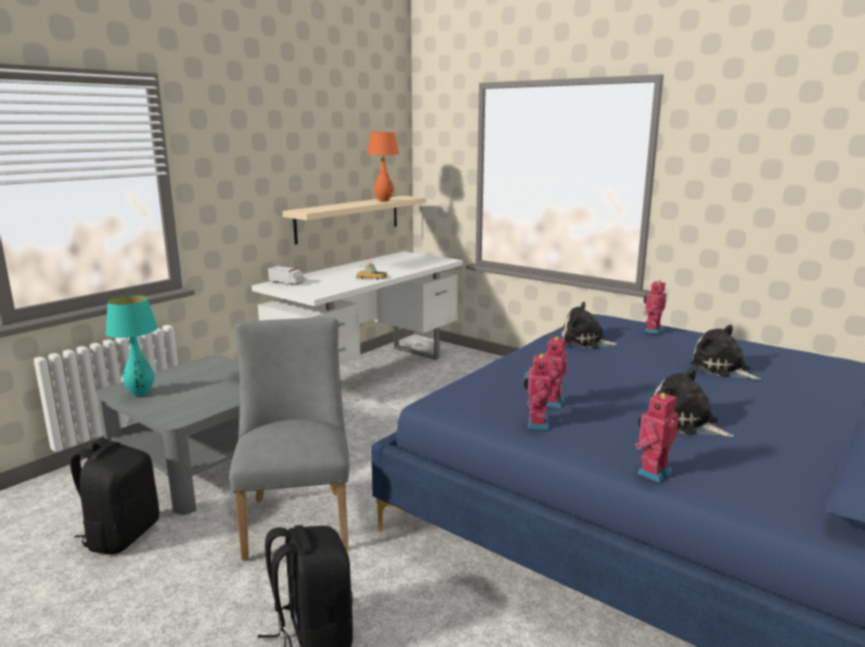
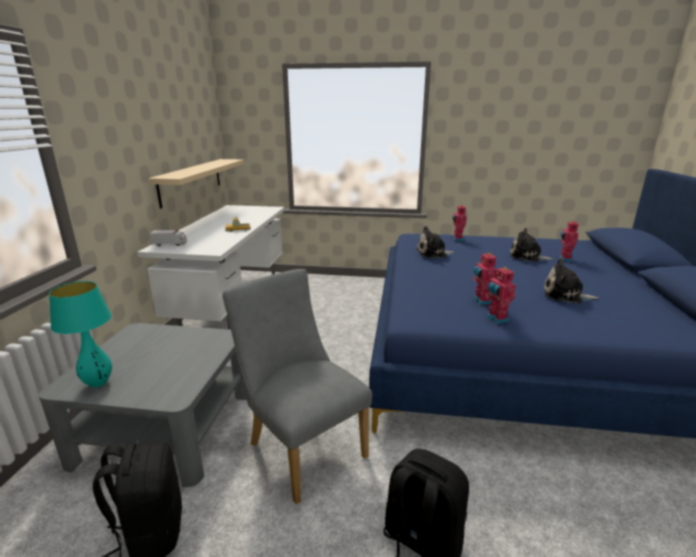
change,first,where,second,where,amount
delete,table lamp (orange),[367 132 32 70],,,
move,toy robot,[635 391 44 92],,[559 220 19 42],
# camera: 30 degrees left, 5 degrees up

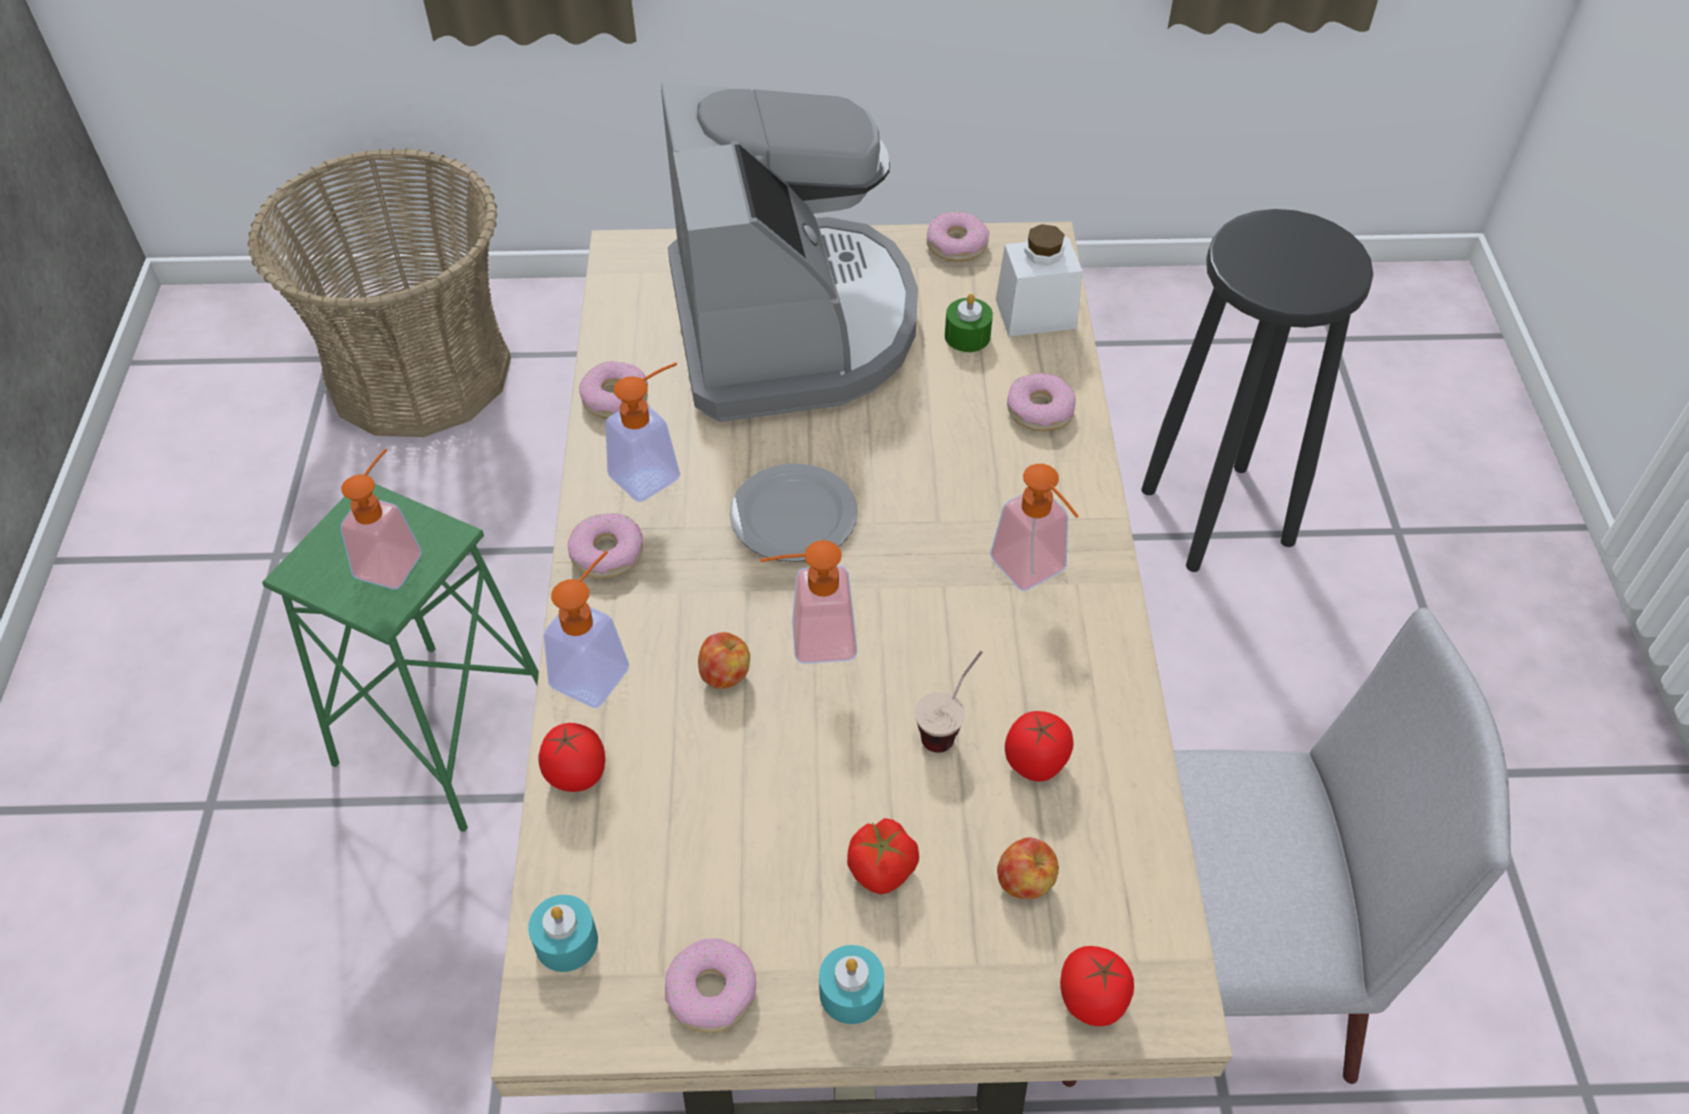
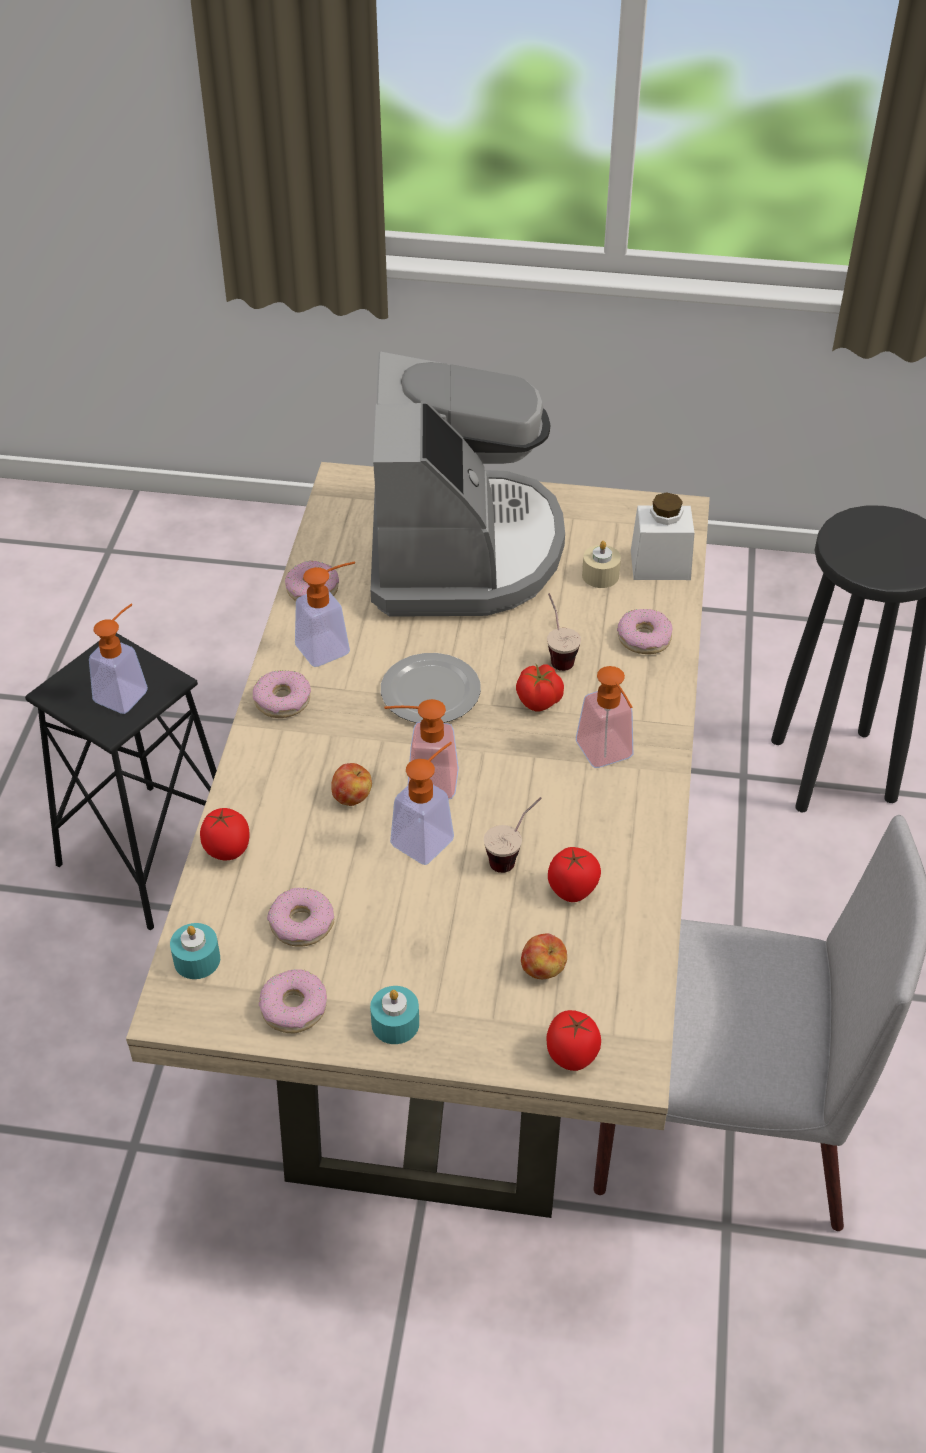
change,first,where,second,where,amount
delete,basket,[248 147 263 290],,,
move,donut,[926 212 64 50],,[267 888 67 59],
recolor,candle (green),[945 294 48 58],candle (beige),[582 541 39 47],
recolor,stool (green),[262 484 277 348],stool (black),[25 633 192 297],
move,soap dispenser,[544 551 85 157],,[390 742 64 123],
move,tomato,[847 818 72 76],,[516 664 48 47],
insert,,,cup,[547 593 34 78],
# camera: 10 degrees right, 5 degrees down

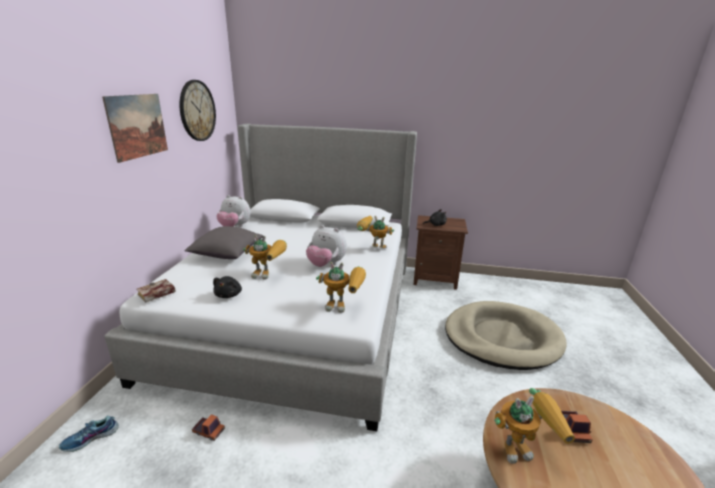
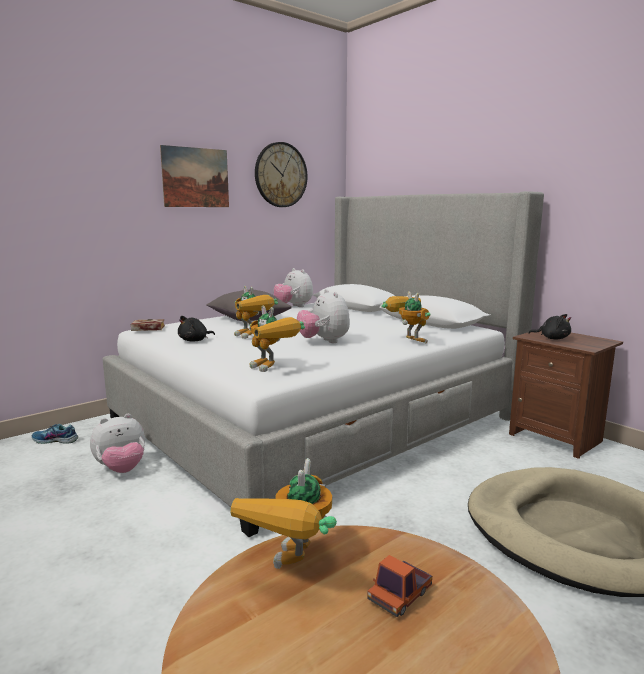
change,first,where,second,where,amount
rotate,toy robot,[494 388 81 76],,[230 458 107 111],75 degrees clockwise
replace,toy truck,[192 414 33 27],plush toy,[90 414 55 59],
# camera: 40 degrees right, 10 degrees down

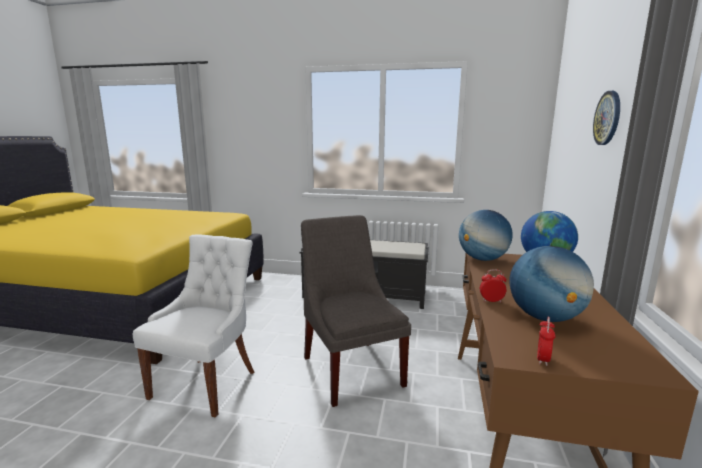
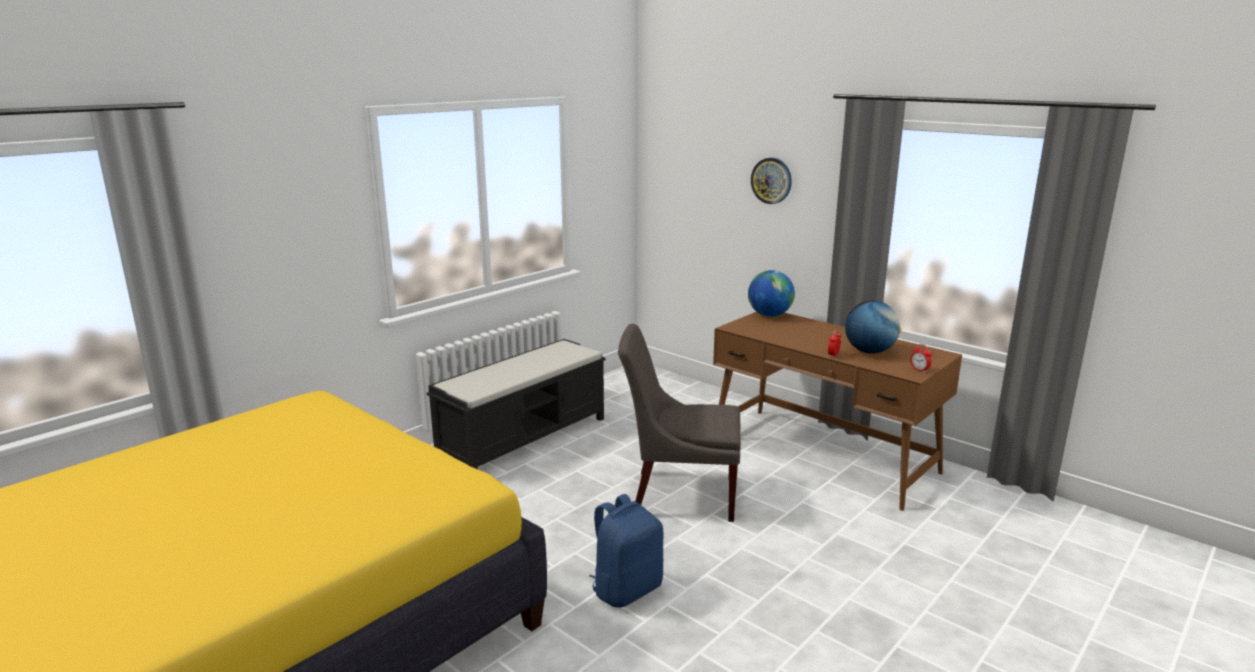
change,first,where,second,where,amount
delete,globe,[459 210 54 51],,,
replace,chair (white),[133 234 122 183],backpack (blue),[589 494 74 114],
# camera: 60 degrees left, 5 degrees up

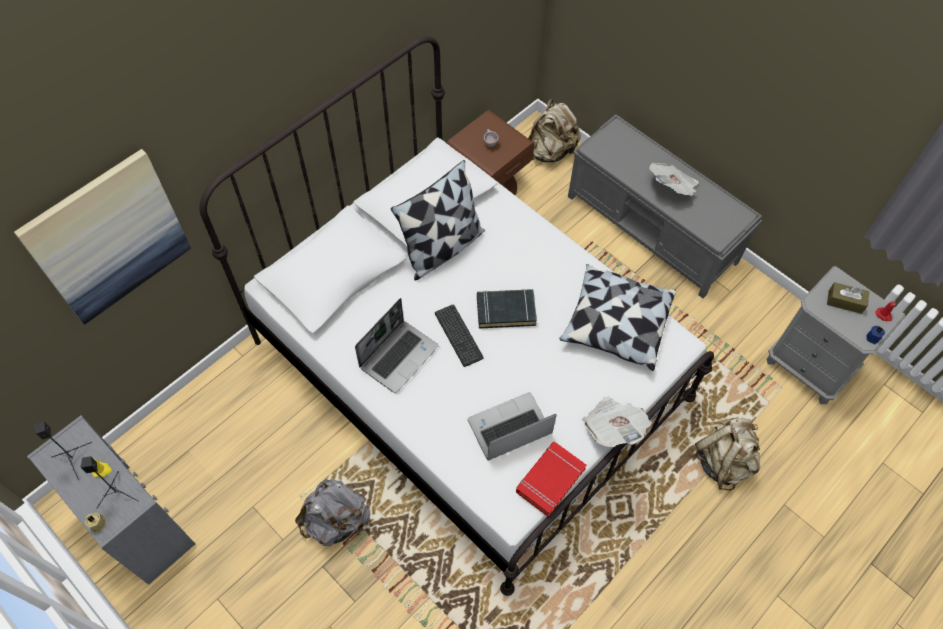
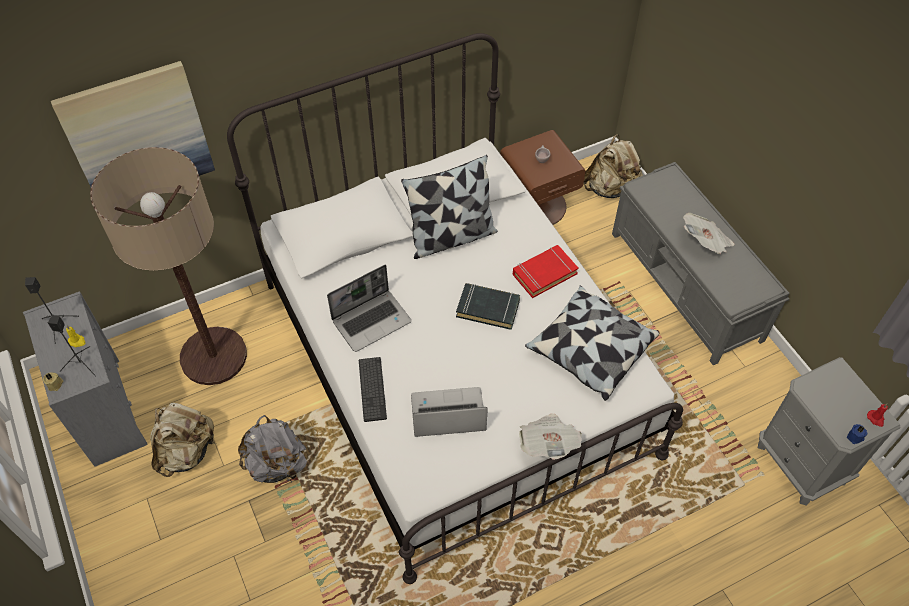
change,first,where,second,where,amount
delete,tissue box (brown),[827 282 42 32],,,
move,keyboard,[435 304 48 63],,[359 357 28 65],
move,backpack (beige),[695 418 65 73],,[150 403 66 74],
move,book (red),[516 442 71 75],,[513 245 66 53],
insert,,,floor lamp,[90 147 157 238],
# camera: 20 degrees right, 5 degrees down

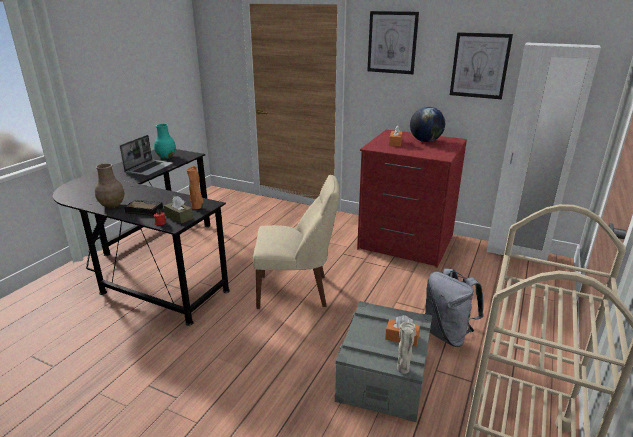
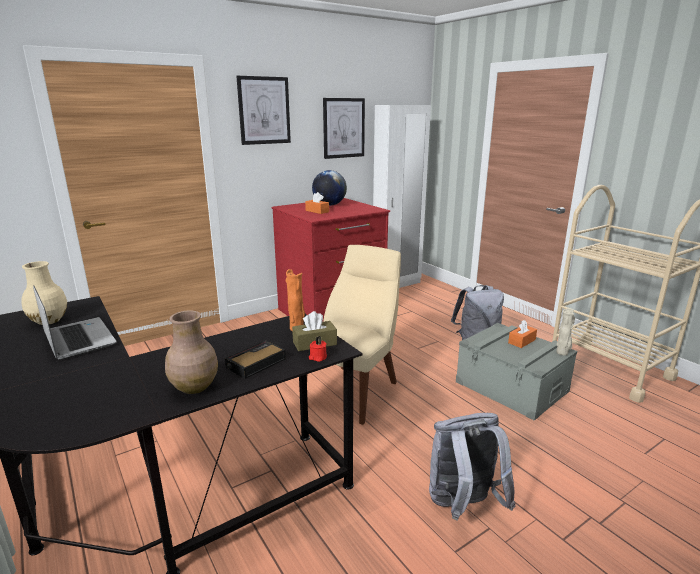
change,first,where,second,where,amount
recolor,vase (turquoise),[154 124 22 35],vase (beige),[21 261 46 64],
insert,,,backpack (grey),[429 413 87 108],
# camera: 60 degrees left, 5 degrees down

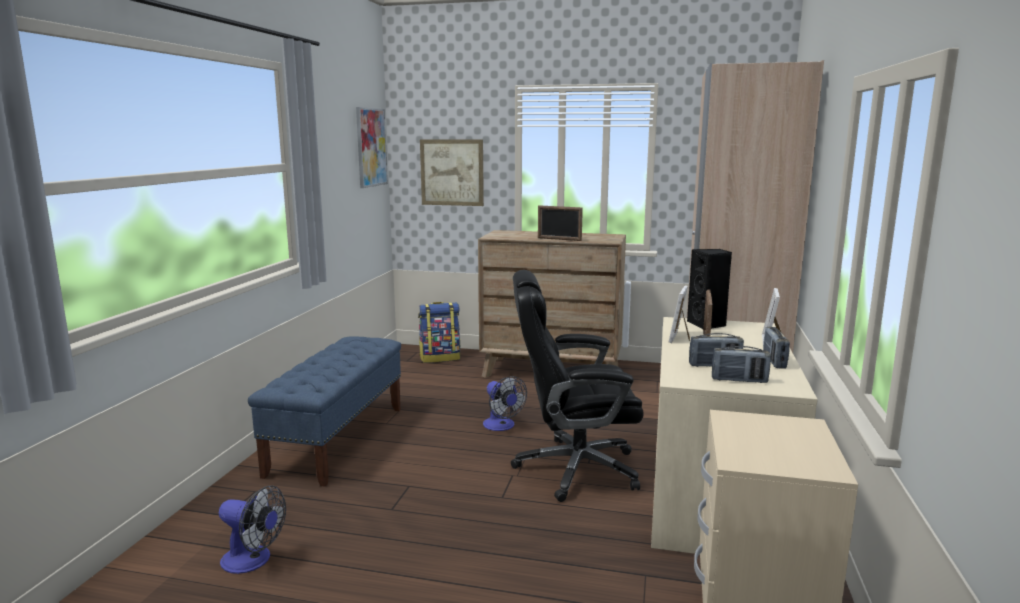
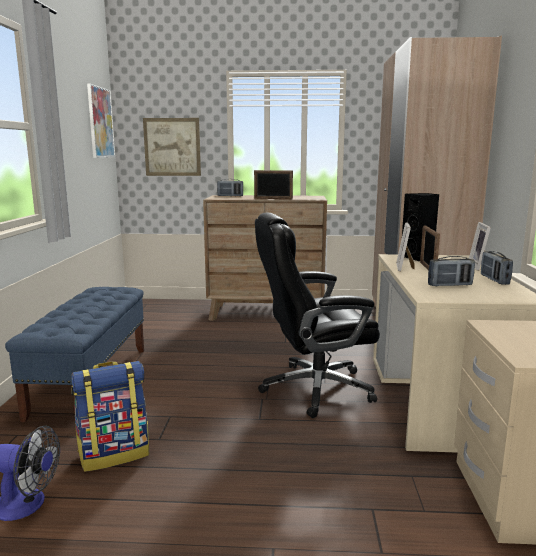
change,first,where,second,where,amount
move,backpack,[418 302 42 61],,[71 361 78 111],
move,radio,[712 346 59 37],,[217 179 26 17],
delete,fan,[483 376 44 55],,,
# camera: 10 degrees left, 0 degrees up

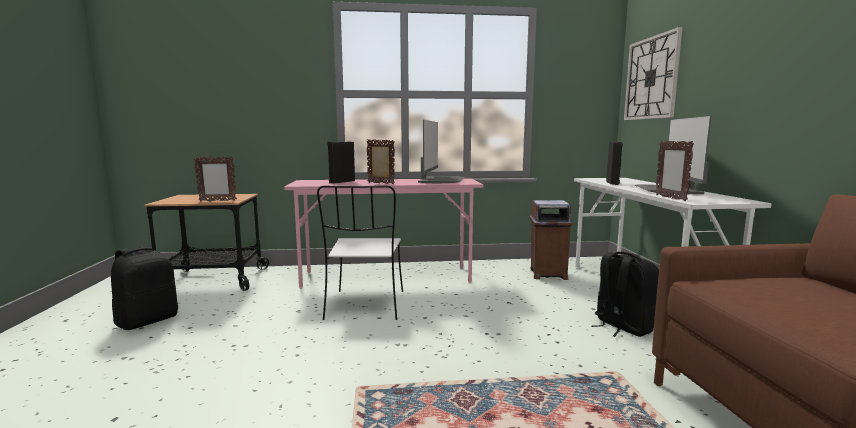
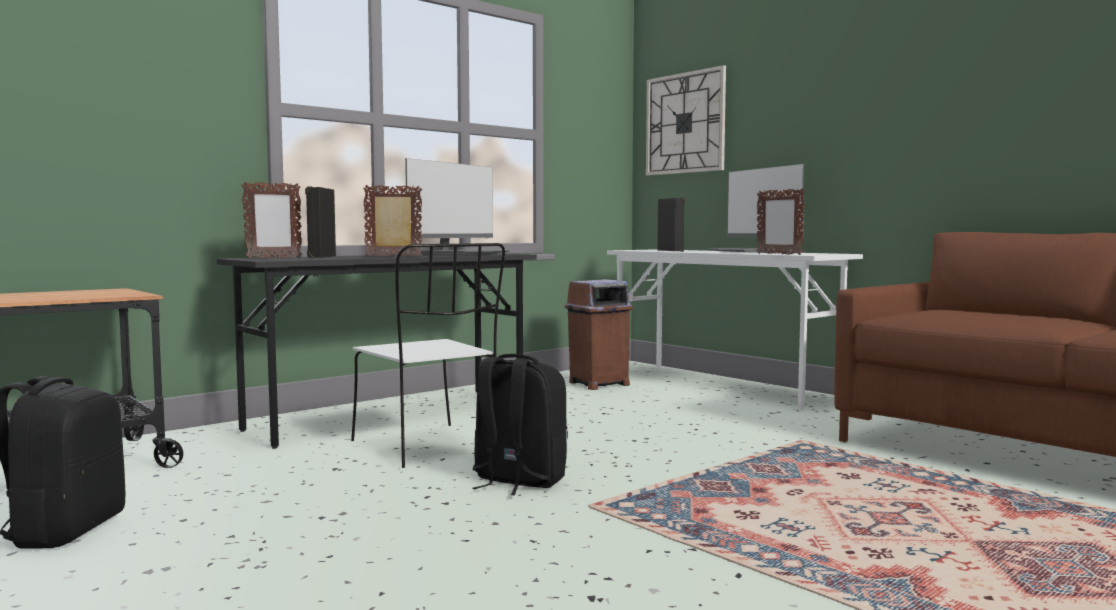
change,first,where,second,where,amount
rotate,monitor,[418 120 47 63],,[405 158 105 97],60 degrees clockwise
move,picture frame,[194 156 43 46],,[241 182 61 77],
recolor,desk (pink),[284 178 199 111],desk (grey),[217 253 320 196],
move,backpack (black),[591 252 68 85],,[472 354 96 141],
# camera: 35 degrees left, 5 degrees down

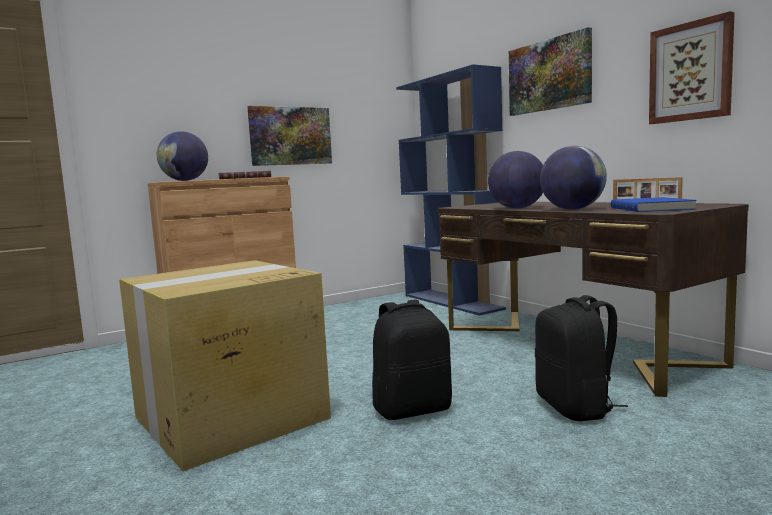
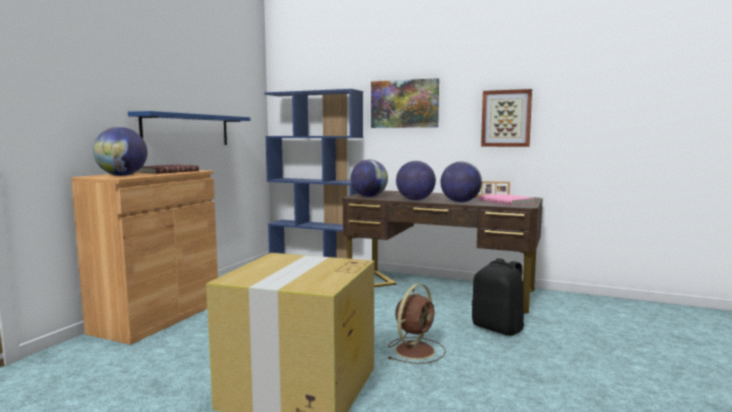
change,first,where,second,where,amount
replace,picture,[247 106 85 60],shelf (blue),[128 111 122 34],
recolor,book (blue),[611 197 86 15],book (pink),[479 194 56 12],
replace,backpack (black),[372 299 80 121],fan (brown),[387 284 59 80],
insert,,,globe,[351 159 37 38],
# camera: 35 degrees left, 0 degrees up

